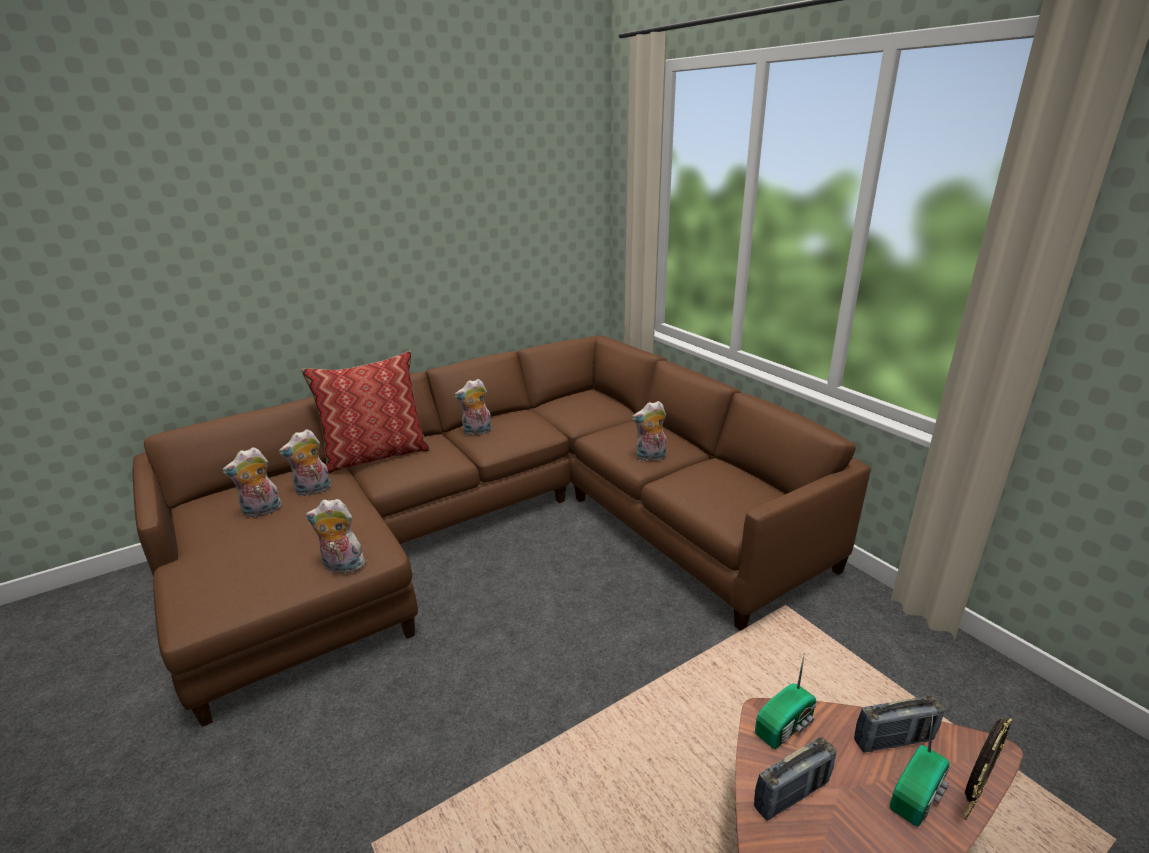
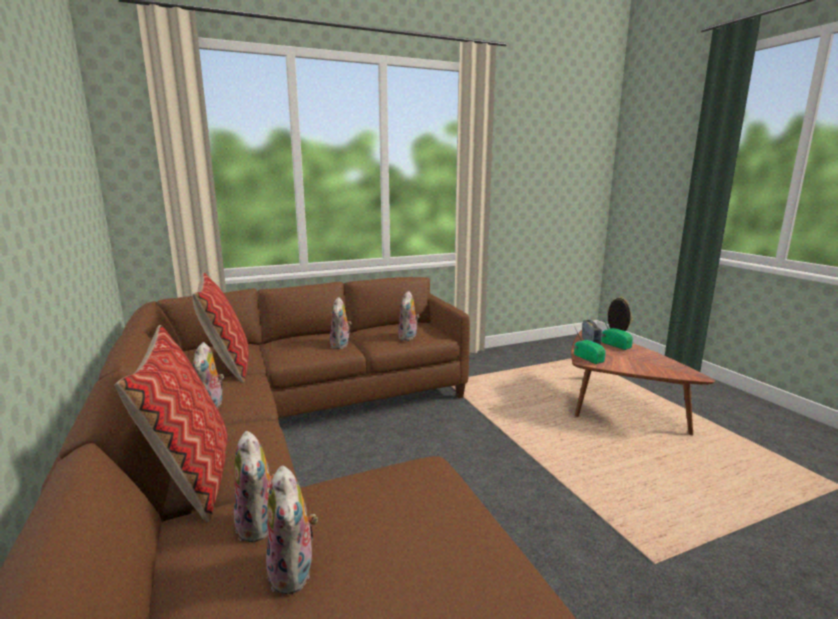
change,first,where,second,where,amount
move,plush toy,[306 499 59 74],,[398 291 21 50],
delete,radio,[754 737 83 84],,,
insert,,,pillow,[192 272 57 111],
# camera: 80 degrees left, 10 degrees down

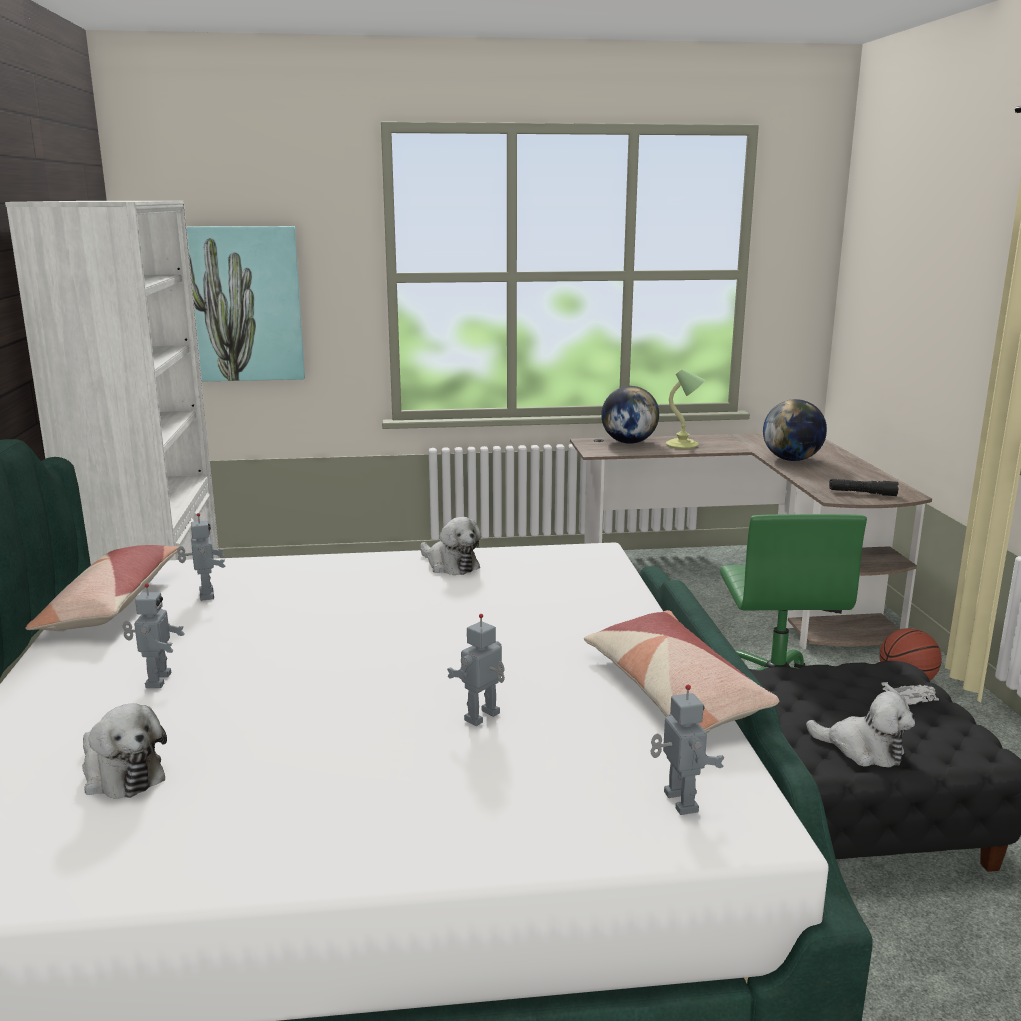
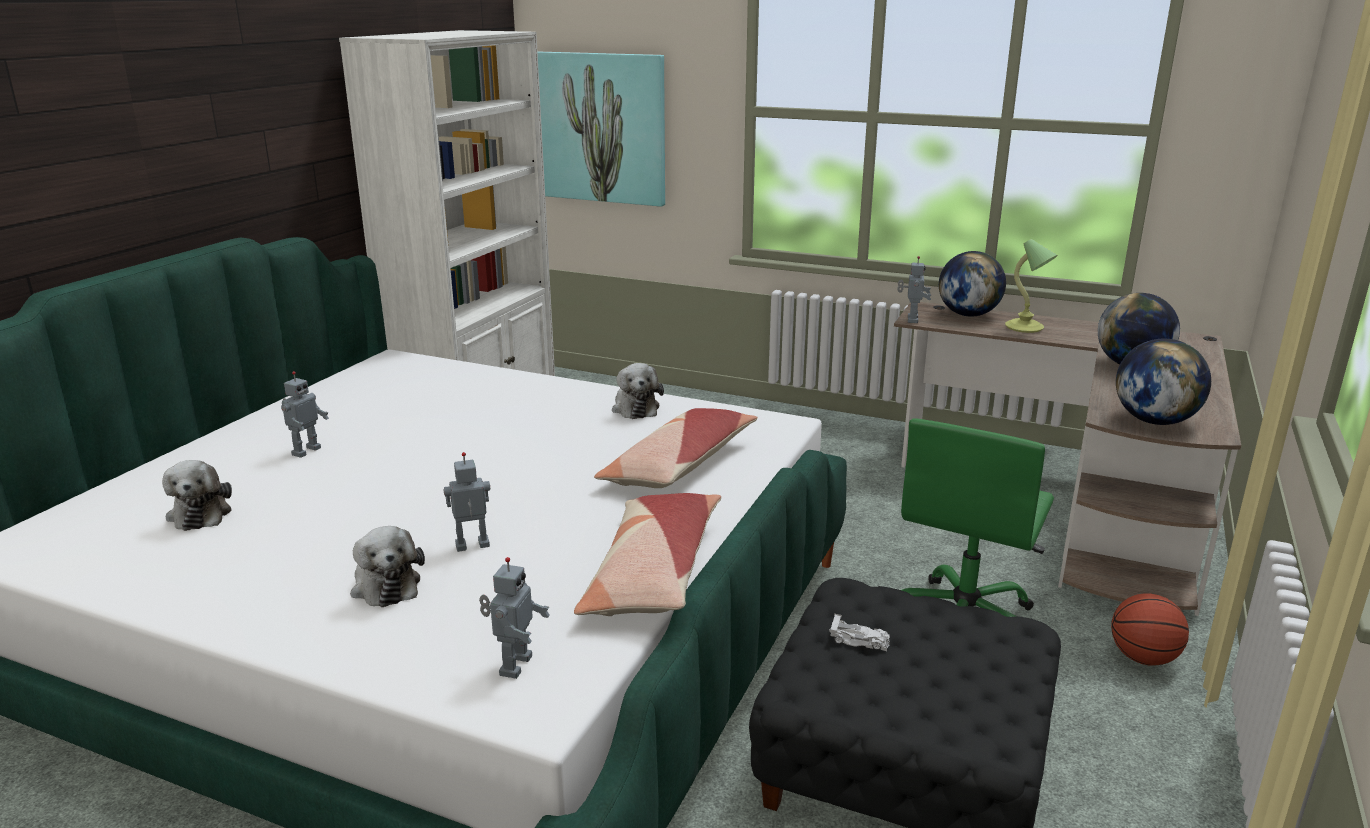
change,first,where,second,where,amount
replace,flashlight (black),[829 479 70 17],globe,[1116 339 95 86],
move,toy robot,[177 513 48 88],,[897 256 35 67],
move,pillow,[25 545 154 86],,[594 408 164 80],
move,toy car (white),[882 682 57 23],,[829 613 61 38],
move,plush toy,[806 691 109 77],,[350 526 75 81],
# camera: 30 degrees right, 5 degrees up

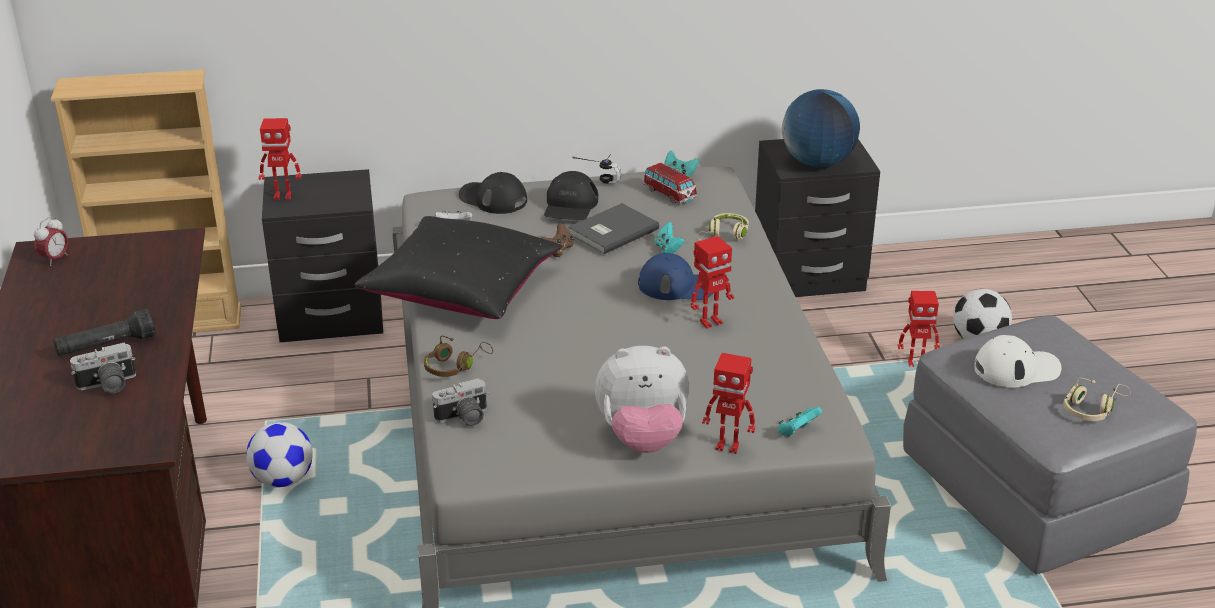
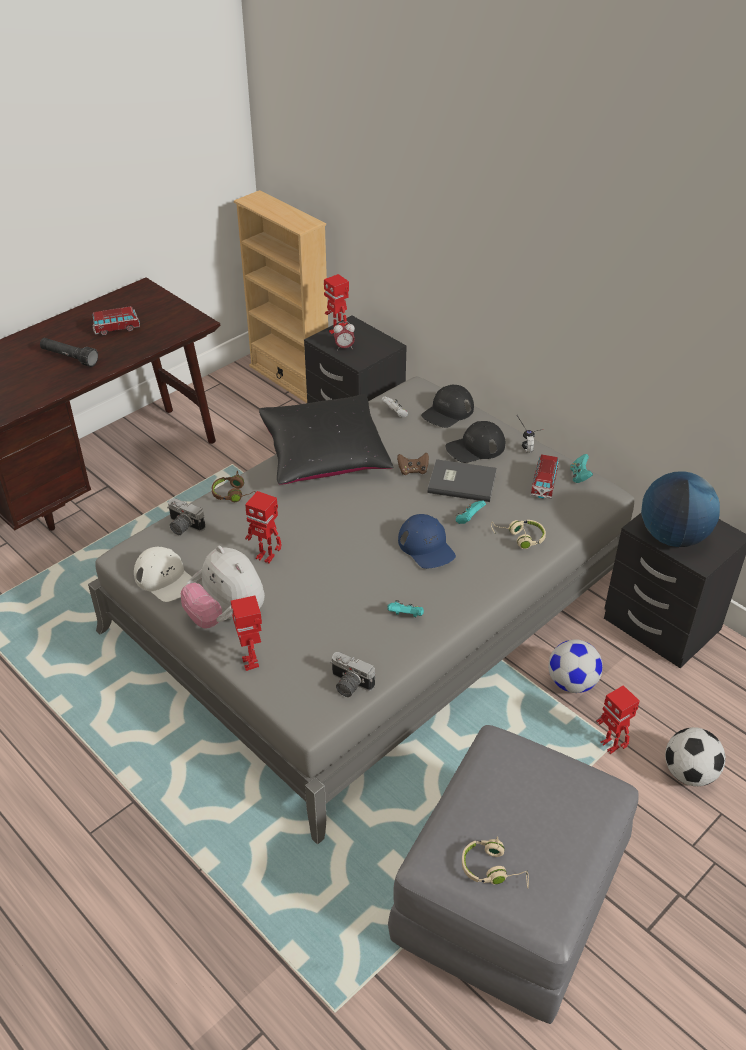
change,first,where,second,where,amount
rotate,cap (black),[459 172 68 42],,[421 385 53 43],135 degrees counterclockwise
move,alarm clock,[34 217 34 49],,[334 322 21 27],
move,toy robot,[691 236 43 93],,[245 491 37 73],
move,cap (white),[974 335 87 53],,[134 546 58 56],
move,photo camera,[70 342 66 51],,[330 652 46 45],
move,game controller (turquoise),[778 407 44 29],,[387 600 37 17],
move,football,[246 422 67 66],,[549 639 54 54],
insert,,,toy car,[92 306 48 29],
# camera: 55 degrees right, 10 degrees up

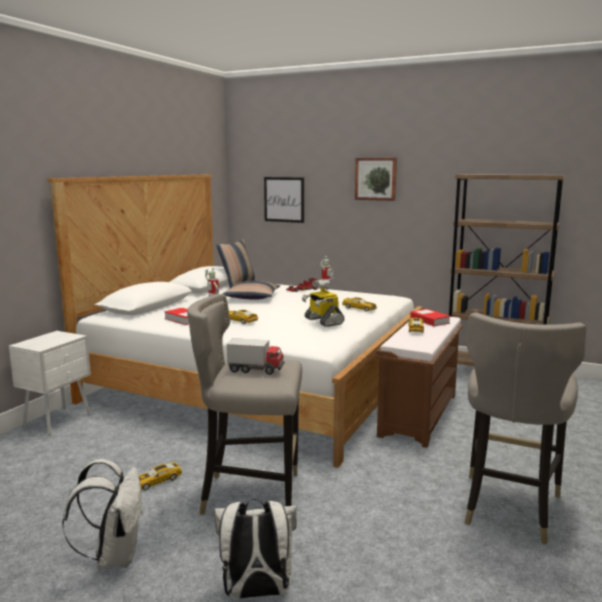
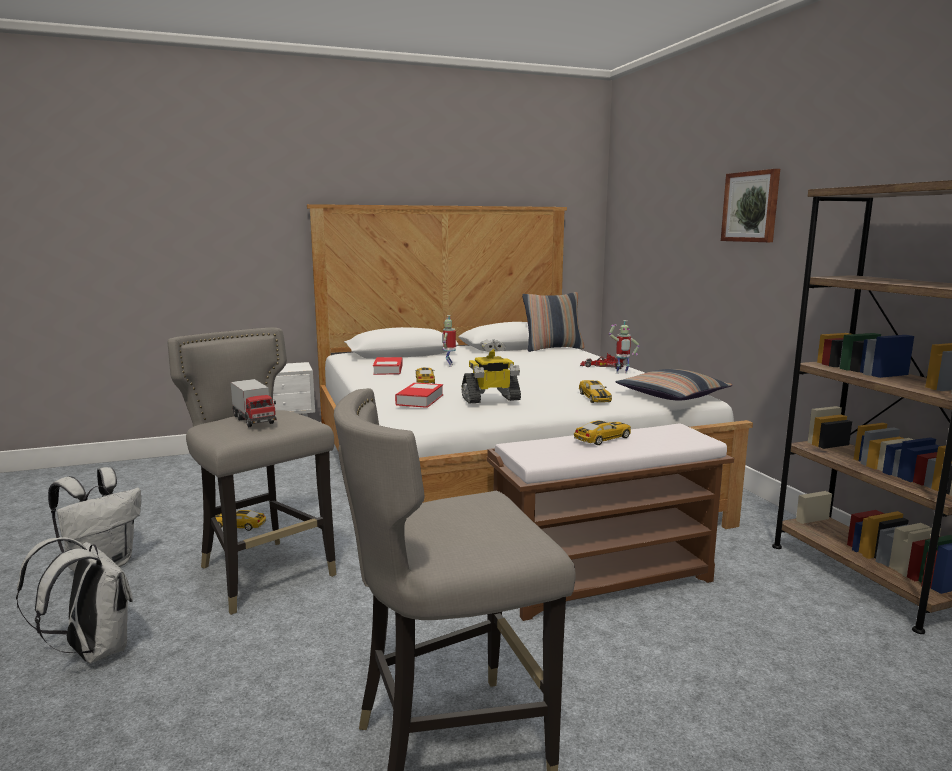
change,first,where,second,where,amount
delete,picture,[264 177 40 46],,,
rotate,toy robot,[302 280 42 47],,[461 339 60 64],120 degrees counterclockwise
move,pillow,[222 281 58 19],,[615 369 117 31],
move,book,[410 309 40 17],,[395 382 48 26],
# camera: 45 degrees right, 0 degrees up

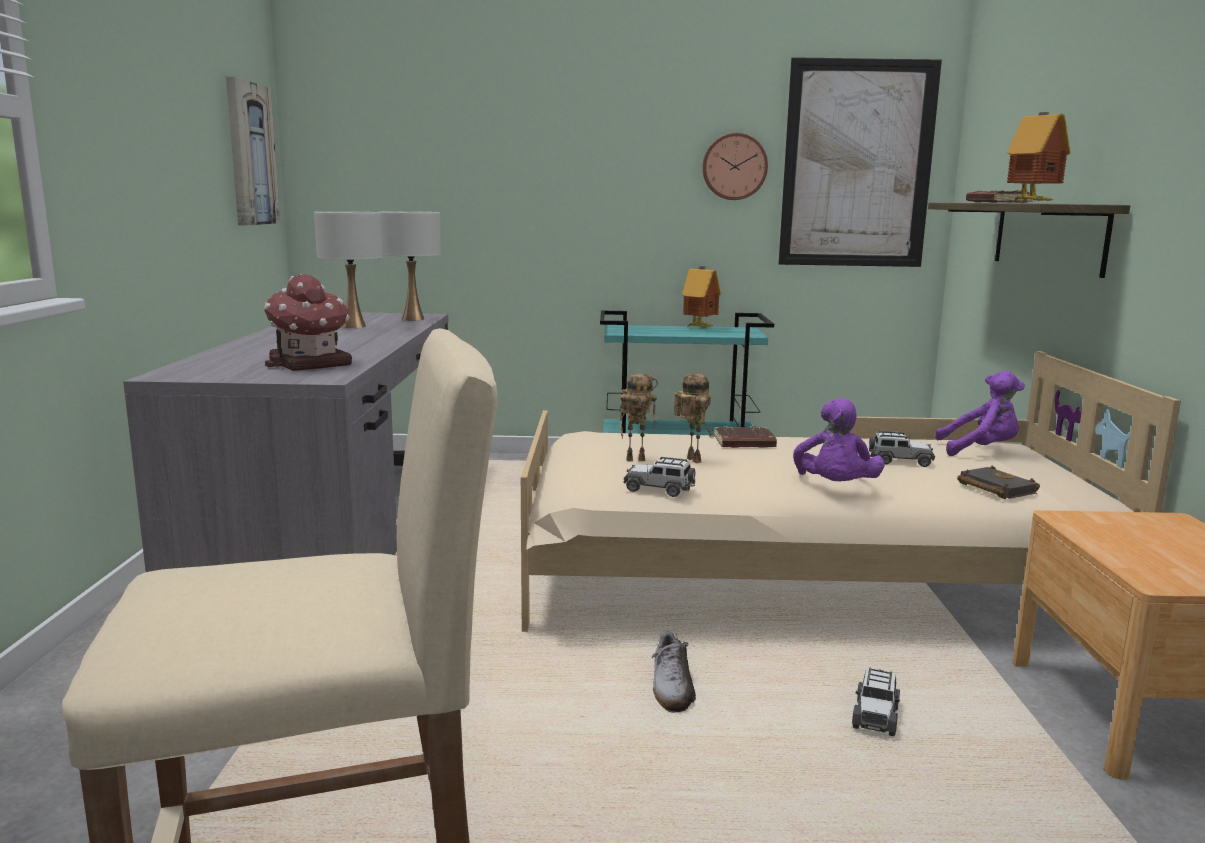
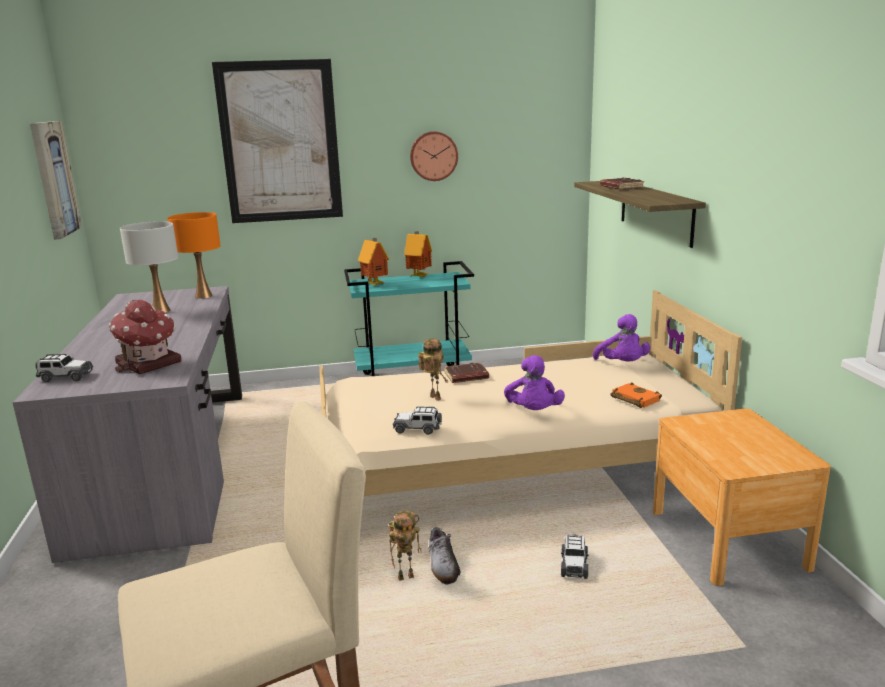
change,first,where,second,where,amount
move,picture,[779 57 163 210],,[212 59 131 164],
move,toy house,[1007 112 64 91],,[358 238 31 48],
recolor,table lamp (white),[379 211 62 110],table lamp (orange),[168 212 53 87],
rotate,plush toy (purple),[935 370 90 86],,[593 314 57 48],75 degrees clockwise
move,toy robot,[620 374 38 88],,[389 510 33 71],
move,toy car,[869 431 66 36],,[35 354 58 28],
recolor,book (black),[957 465 83 34],book (orange),[610 382 52 26],
# camera: 10 degrees left, 5 degrees up

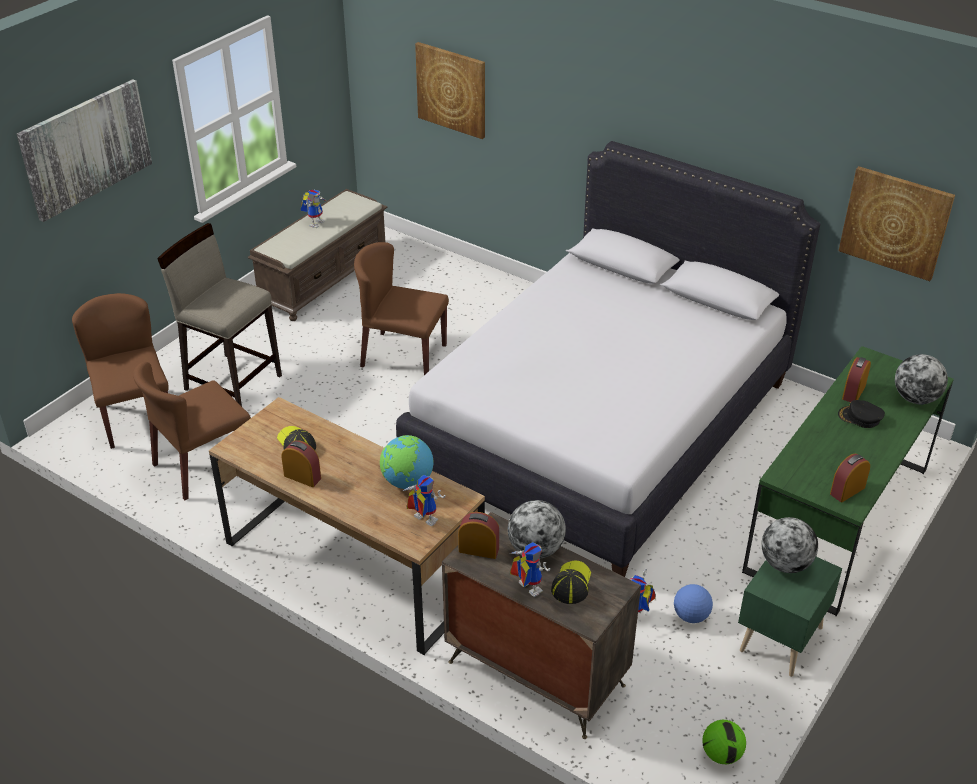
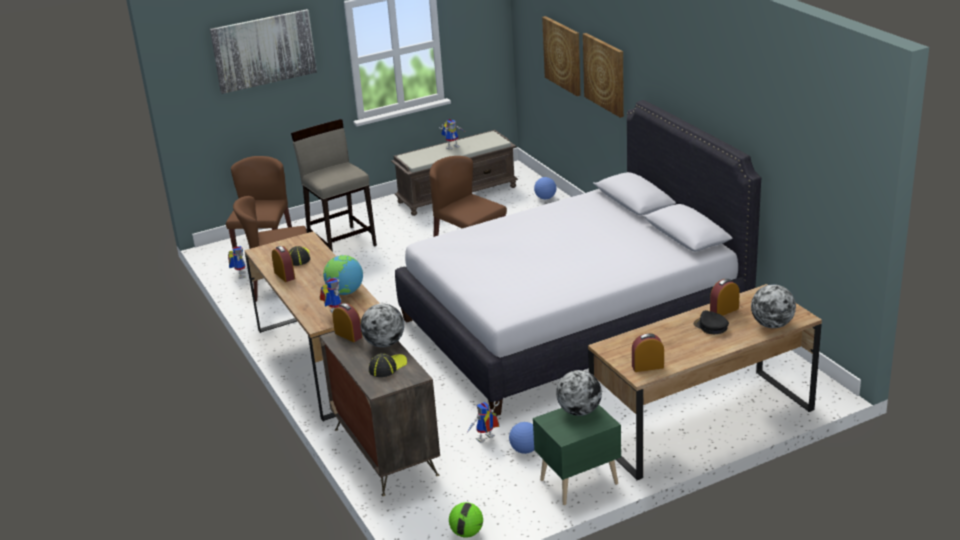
change,first,where,second,where,amount
move,picture,[839 166 116 115],,[583 33 41 85],
recolor,desk (green),[742 346 212 270],desk (brown),[588 284 234 196],
move,toy robot,[510 542 40 55],,[228 246 18 33],
insert,,,football,[534 177 22 22],
# camera: 30 degrees right, 10 degrees down

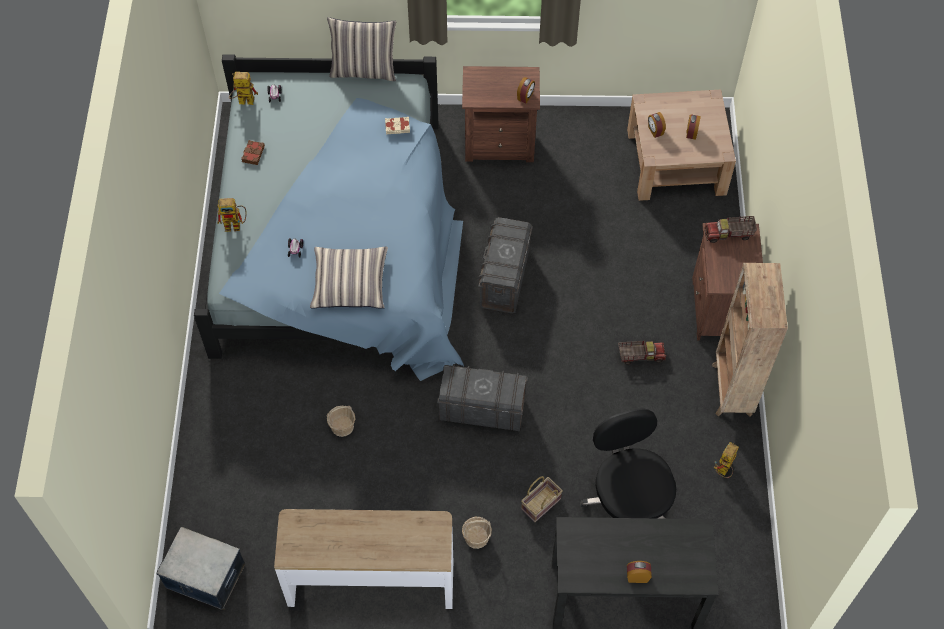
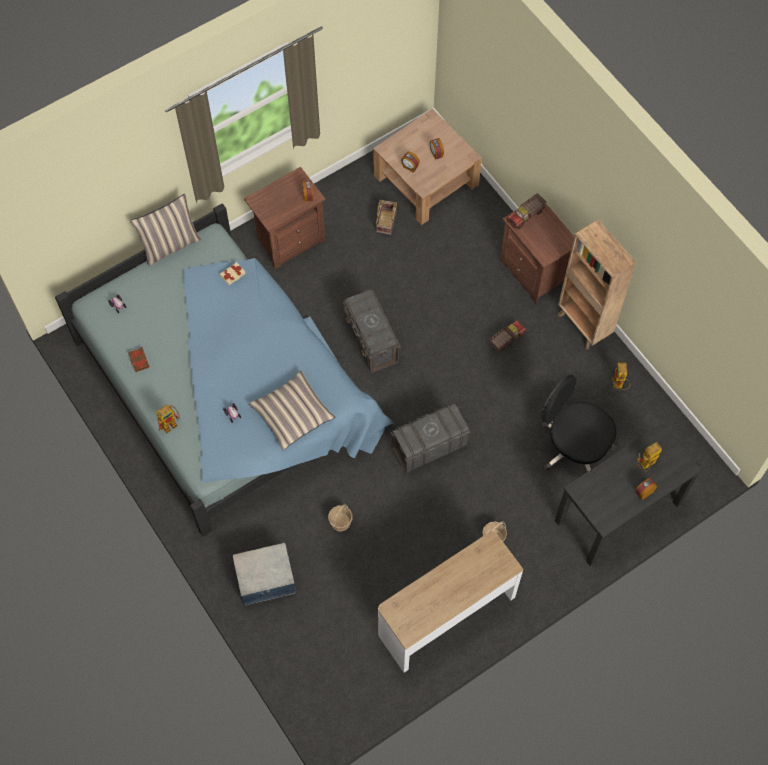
change,first,where,second,where,amount
move,toy robot,[229 72 29 33],,[637 442 25 29],
move,basket,[521 476 42 46],,[376 199 21 36],
move,storage box,[156 527 89 83],,[232 543 65 63],
# camera: 35 degrees left, 5 degrees up

